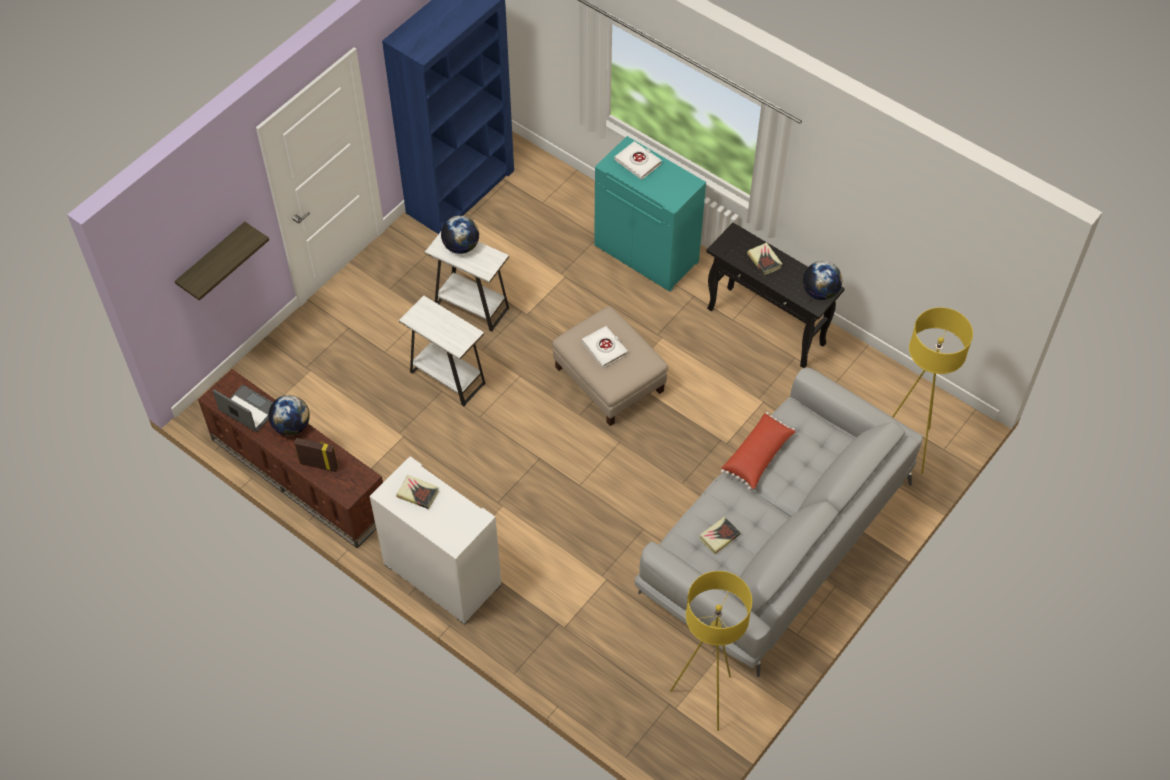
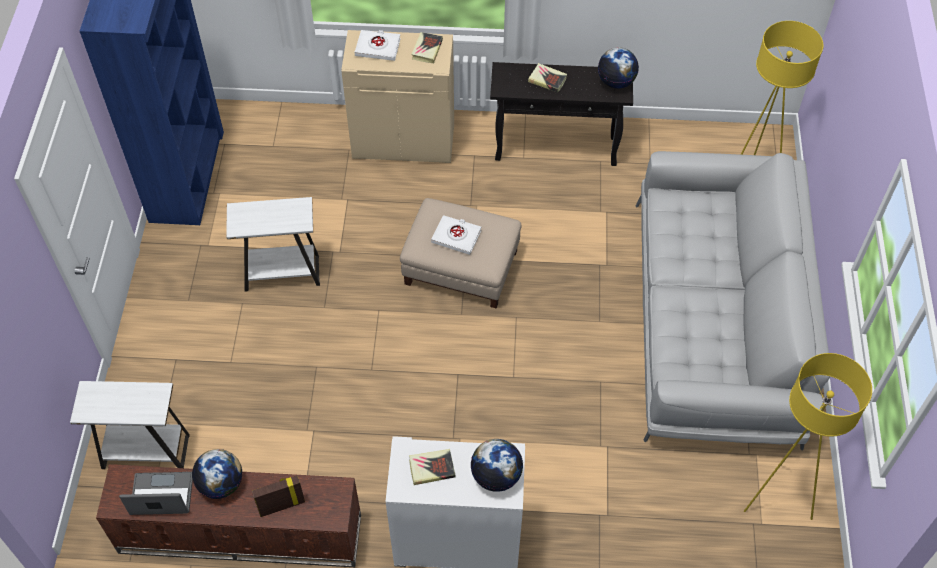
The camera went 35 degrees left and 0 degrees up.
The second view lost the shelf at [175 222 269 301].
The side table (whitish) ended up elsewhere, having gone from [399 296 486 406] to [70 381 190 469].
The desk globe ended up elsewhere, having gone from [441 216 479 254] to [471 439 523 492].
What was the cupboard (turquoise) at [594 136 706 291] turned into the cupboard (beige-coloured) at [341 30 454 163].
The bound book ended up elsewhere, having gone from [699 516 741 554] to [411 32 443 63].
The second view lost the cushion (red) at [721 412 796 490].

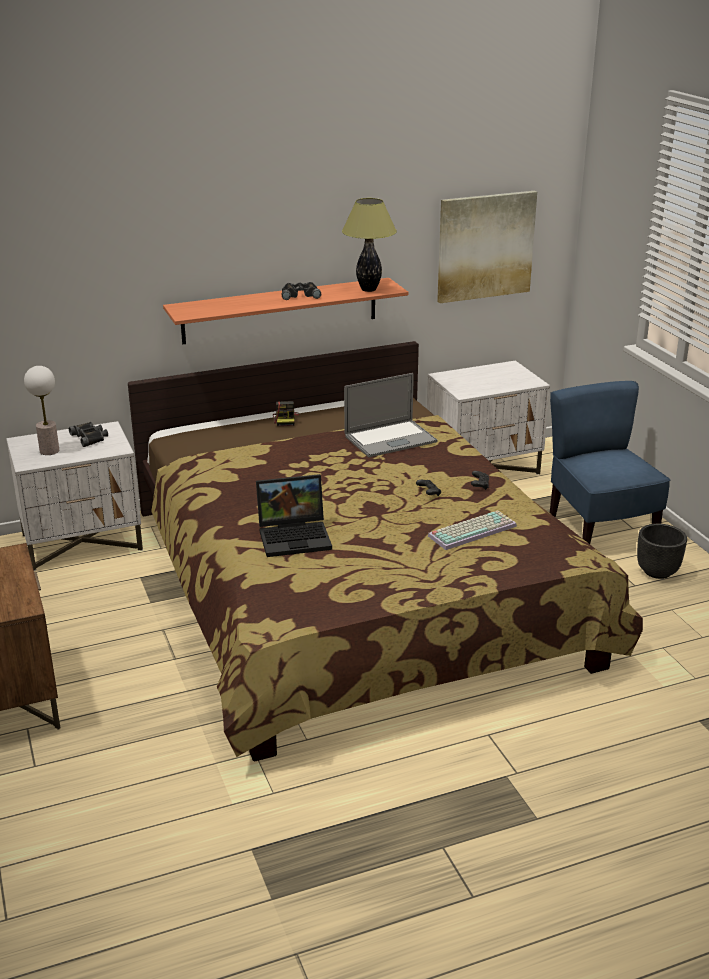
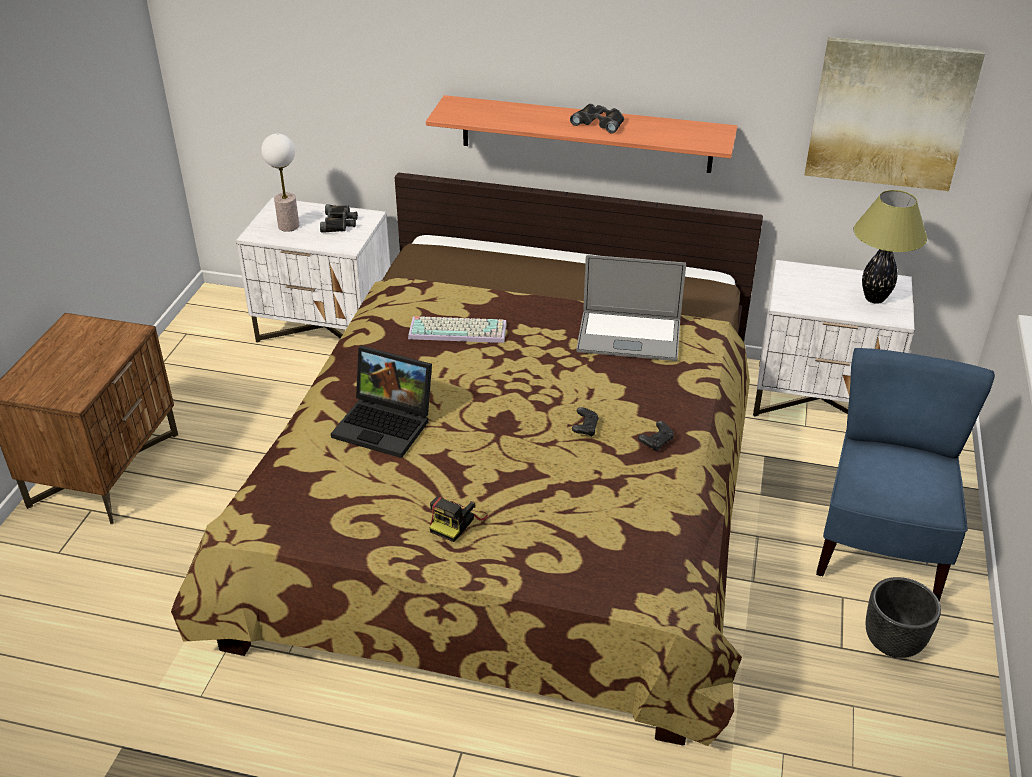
The camera went 35 degrees right and 10 degrees up.
The photo camera ended up elsewhere, having gone from [273 401 299 426] to [429 497 488 542].
The table lamp ended up elsewhere, having gone from [342 198 397 292] to [853 190 927 304].
The keyboard ended up elsewhere, having gone from [428 510 517 550] to [408 316 507 343].

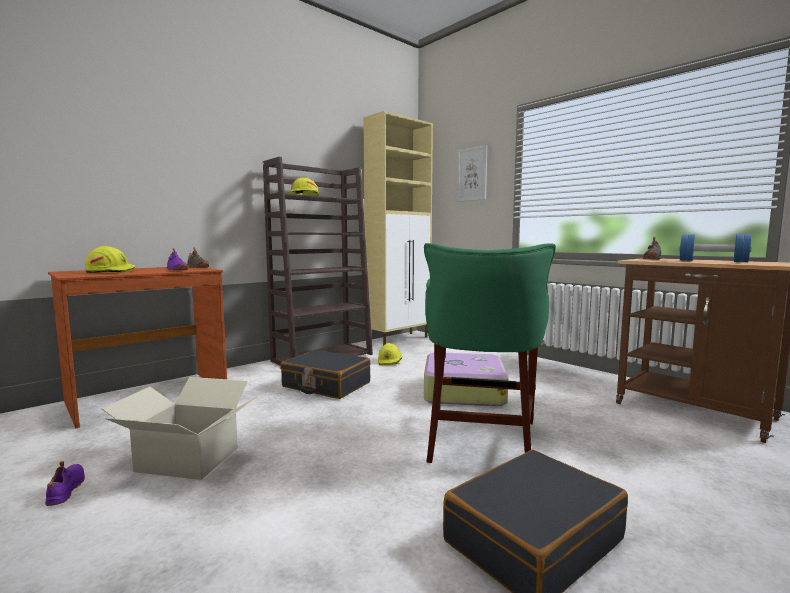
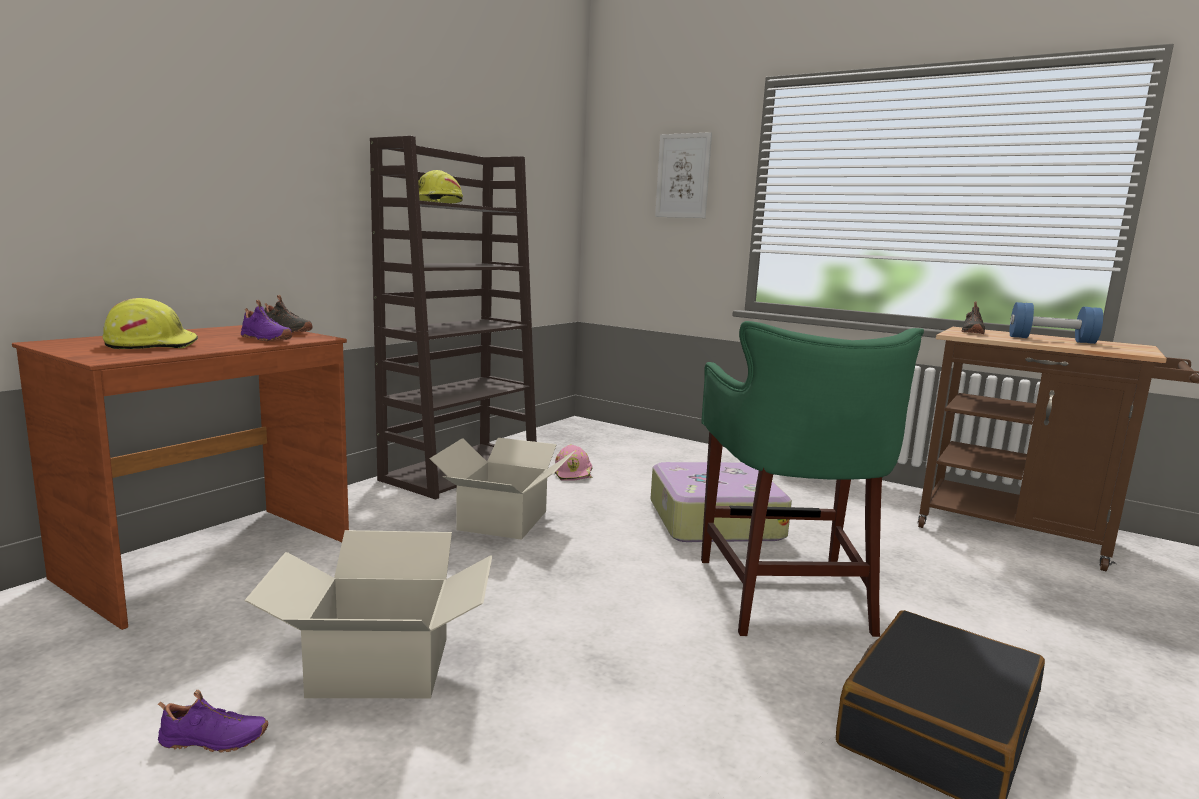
The camera went 15 degrees left and 5 degrees up.
The low shoe (purplish) at [45 461 85 506] ended up facing another way, 120 degrees clockwise from before.
Where the piece of luggage (black) stood at [280 350 371 399], the carton came to stand at [429 438 575 540].
The second view lost the cupboard (beige-coloured) at [363 111 433 346].
What was the safety helmet (yellow) at [378 343 402 365] turned into the safety helmet (pinkish) at [555 445 592 481].

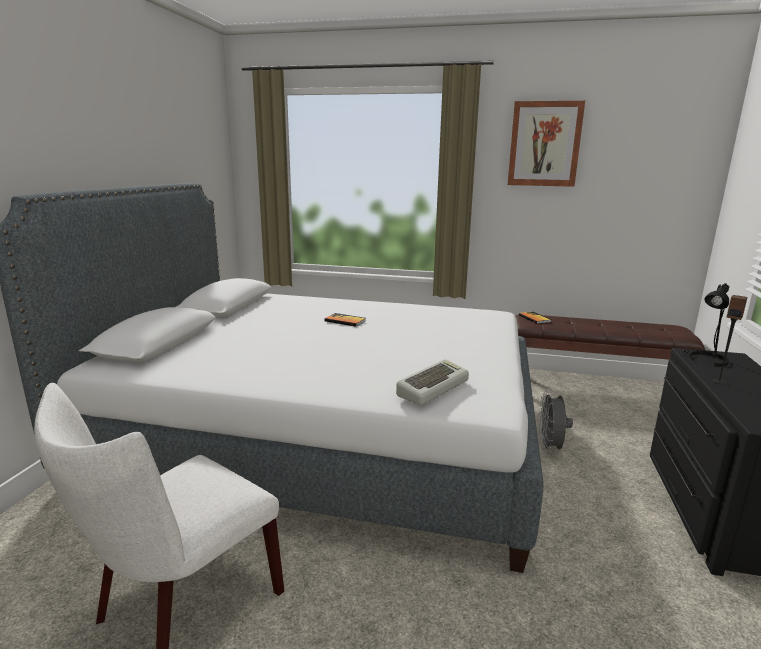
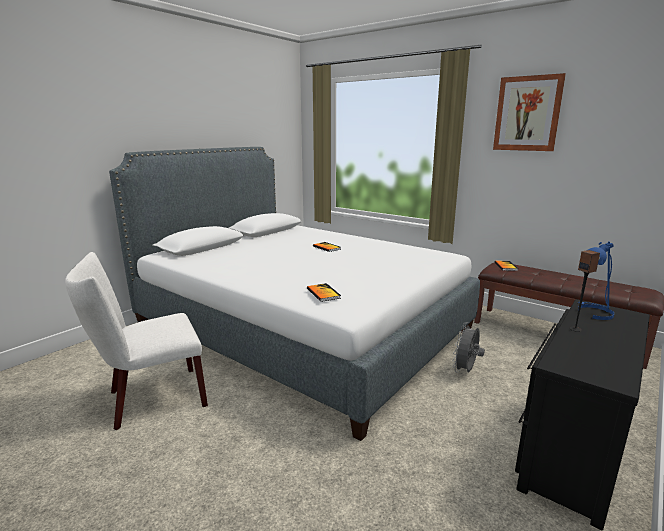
The camera went 25 degrees right and 0 degrees up.
Where the keyboard stood at [396 359 469 405], the bound book came to stand at [307 283 341 302].
What was the table lamp (black) at [683 283 729 367] turned into the table lamp (blue) at [578 242 614 320].

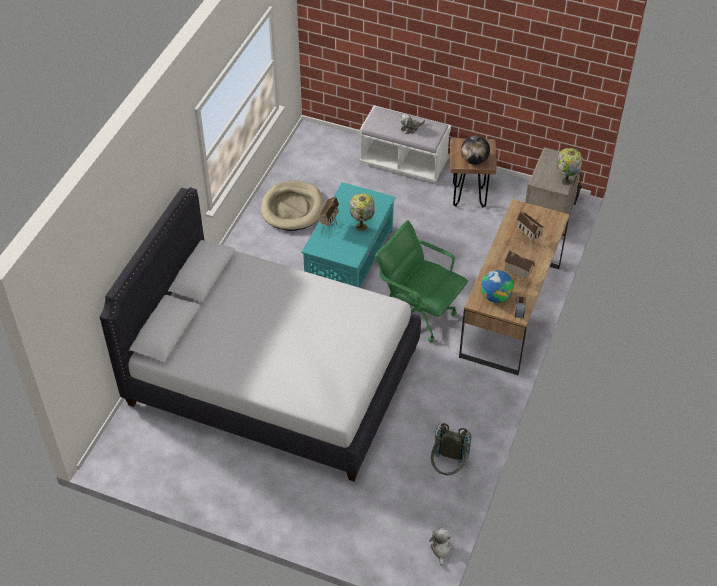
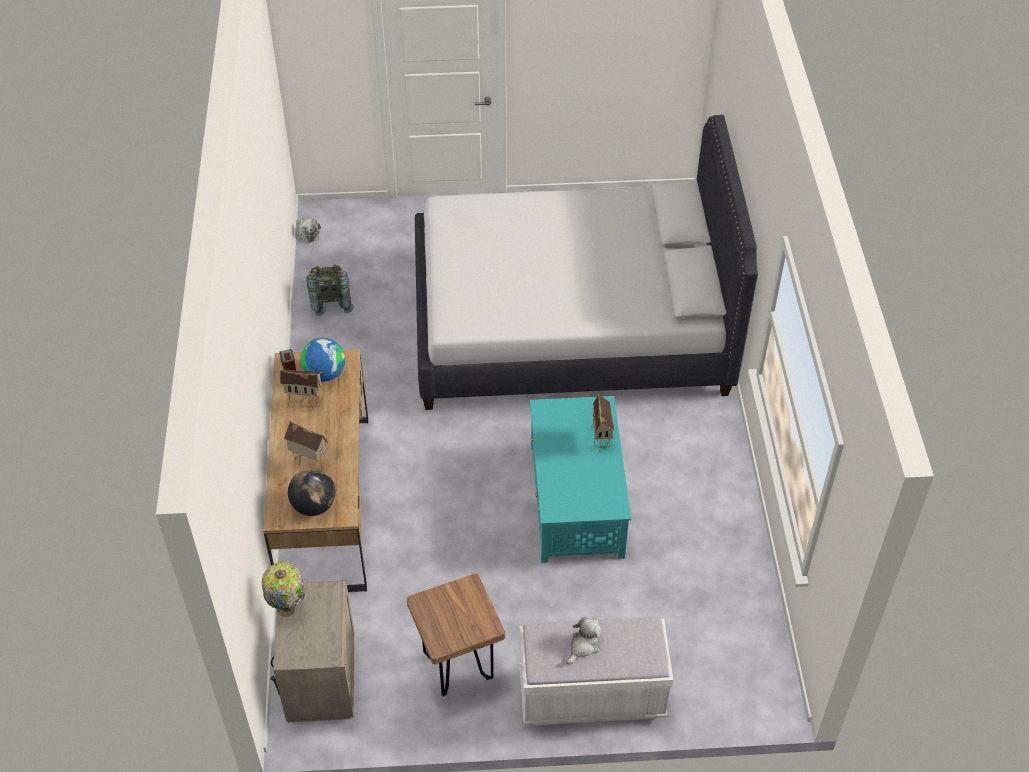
The camera went 155 degrees right and 0 degrees up.
The second view lost the dog cushion (beige-coloured) at [261 181 324 231].
The second view lost the table lamp at [350 193 375 231].
The second view lost the desk chair (green-coloured) at [375 220 468 343].
The desk globe ended up elsewhere, having gone from [461 135 490 165] to [288 468 336 516].

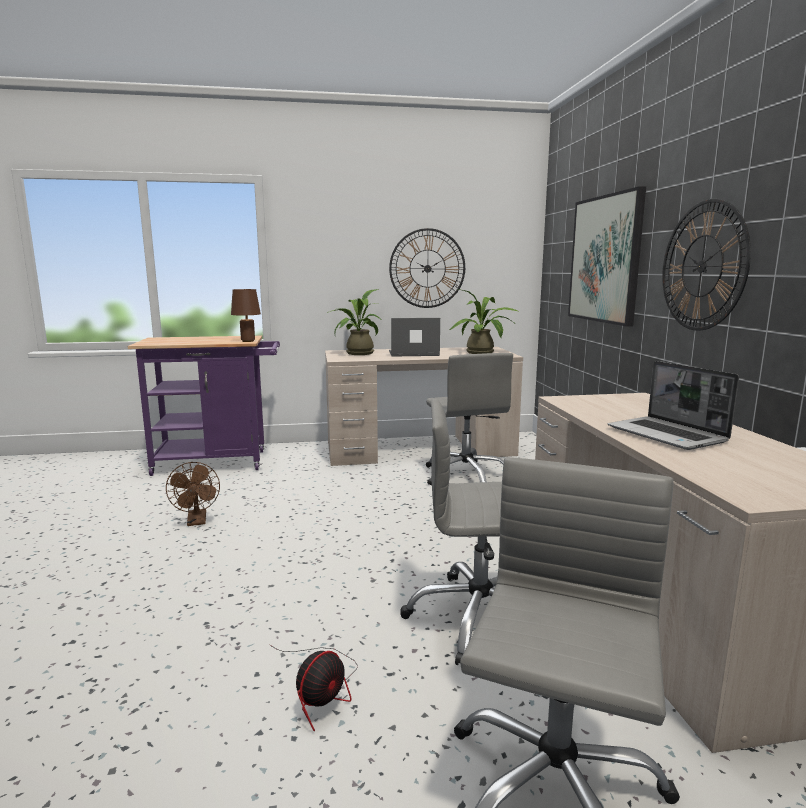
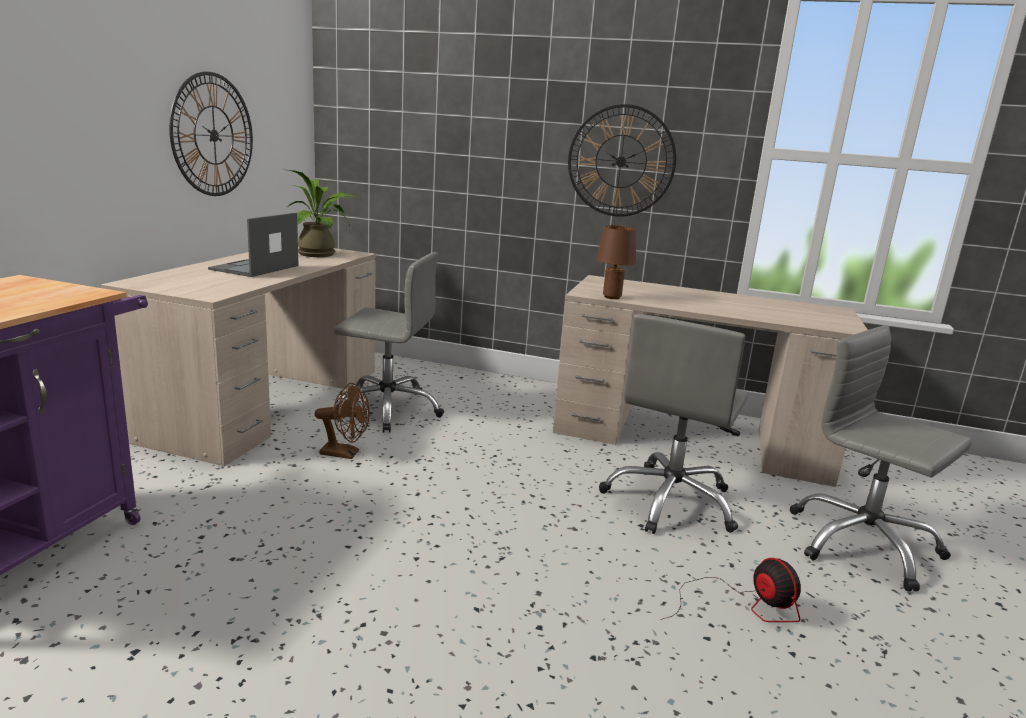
The camera went 65 degrees left and 5 degrees up.
The electric fan (brown) ended up elsewhere, having gone from [166 462 220 526] to [315 383 370 459].
The table lamp (brown) ended up elsewhere, having gone from [231 289 261 342] to [596 226 636 299].
The second view lost the houseplant at [327 289 382 355].
The second view lost the wall art at [568 186 646 326].
The second view lost the notebook computer at [608 361 739 450].

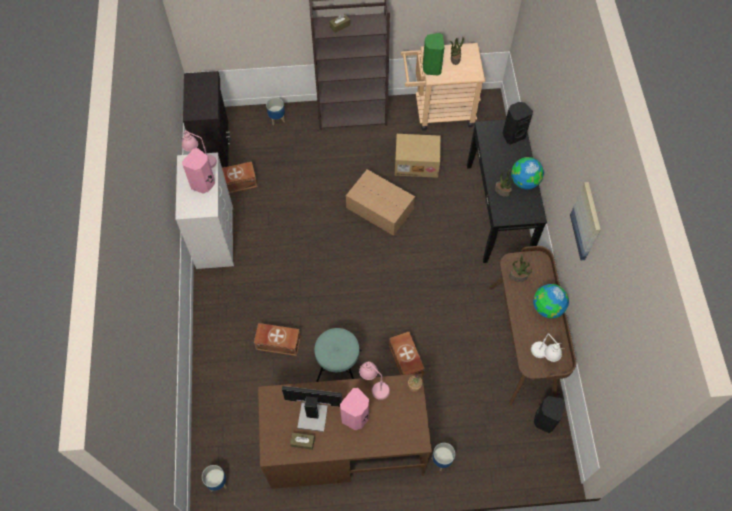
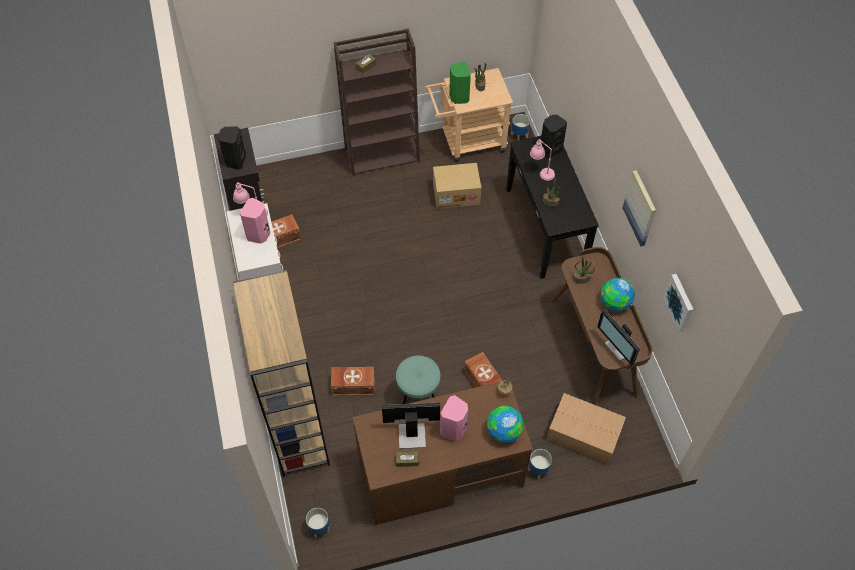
The camera went 10 degrees left and 5 degrees down.
The flower pot ended up elsewhere, having gone from [266 98 285 125] to [511 114 530 140].
The carton ended up elsewhere, having gone from [346 169 415 236] to [547 393 626 465].
The table lamp (pinkish) ended up elsewhere, having gone from [359 361 390 400] to [530 139 555 181].
The desk globe ended up elsewhere, having gone from [511 157 544 189] to [487 406 524 443].
Where the table lamp (whitish) stood at [531 333 564 362], the computer display came to stand at [597 309 640 366].
The speaker (black) ended up elsewhere, having gone from [534 396 565 433] to [218 127 246 170].
The second view gained the shelving unit (brown) at [233 270 330 477].
The second view gained the wall art at [663 274 693 333].

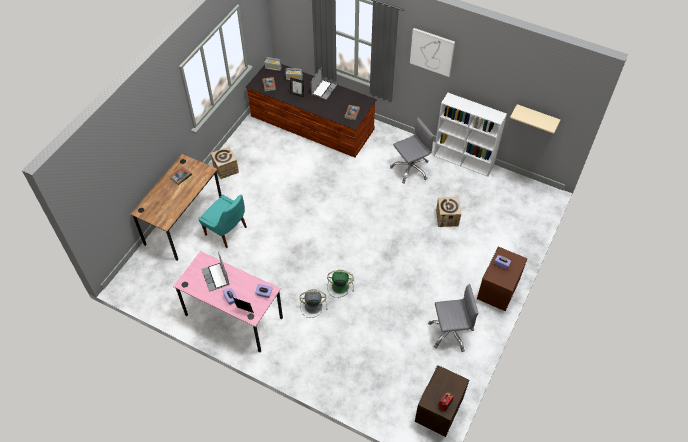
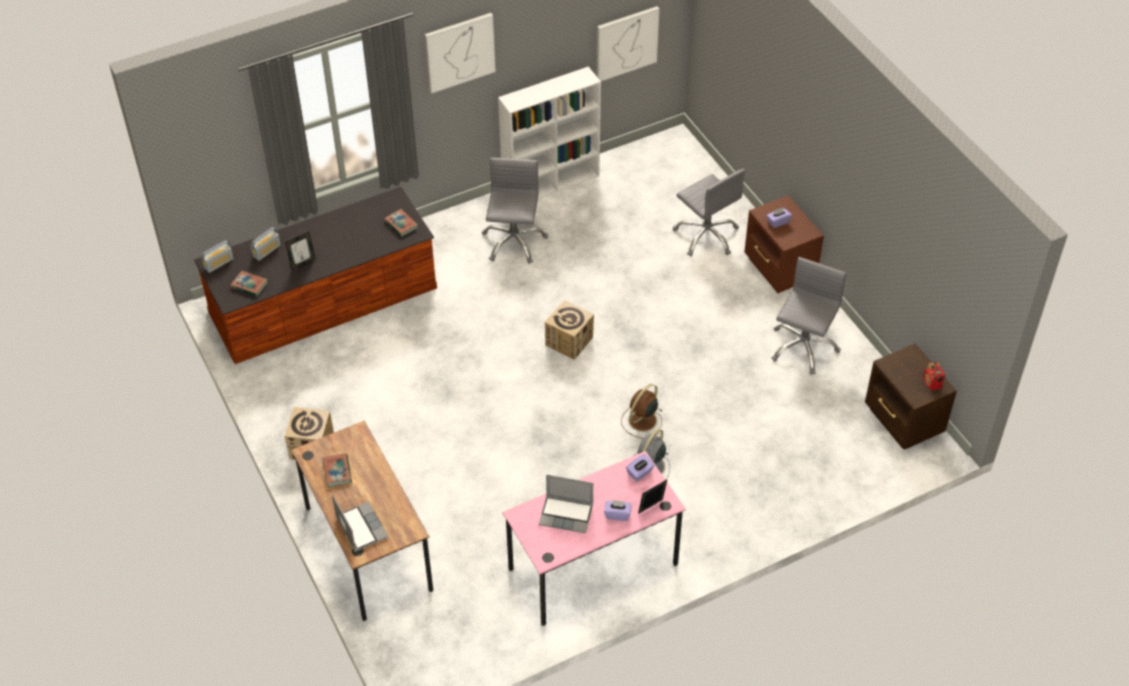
The camera went 55 degrees left and 5 degrees down.
The second view lost the upright chair (turquoise) at [199 195 247 248].
The notebook computer ended up elsewhere, having gone from [311 67 337 100] to [332 495 388 552].
What was the electric fan (green-coloured) at [327 270 354 298] turned into the electric fan (brown) at [621 384 663 438].
The carton ended up elsewhere, having gone from [436 197 461 227] to [545 300 594 360].
Where the shelf (beige-coloured) hung at [510 104 560 134], the wall art came to hang at [597 6 660 81].
The second view gained the desk chair (gray) at [673 169 746 256].

